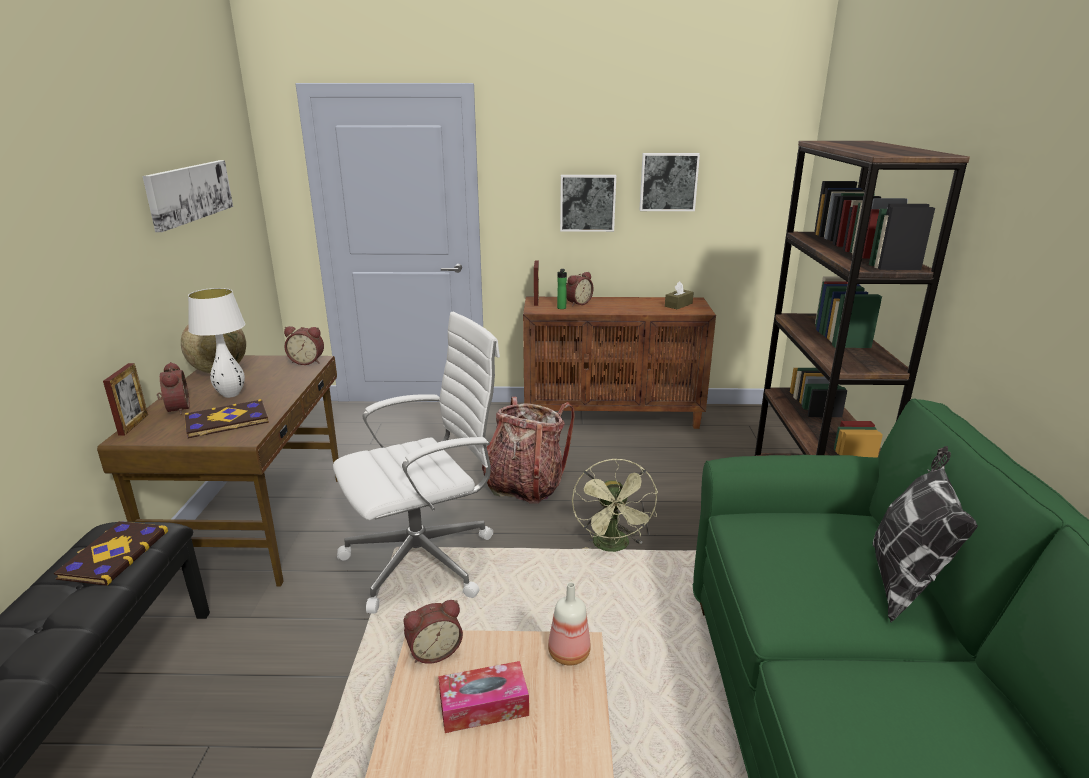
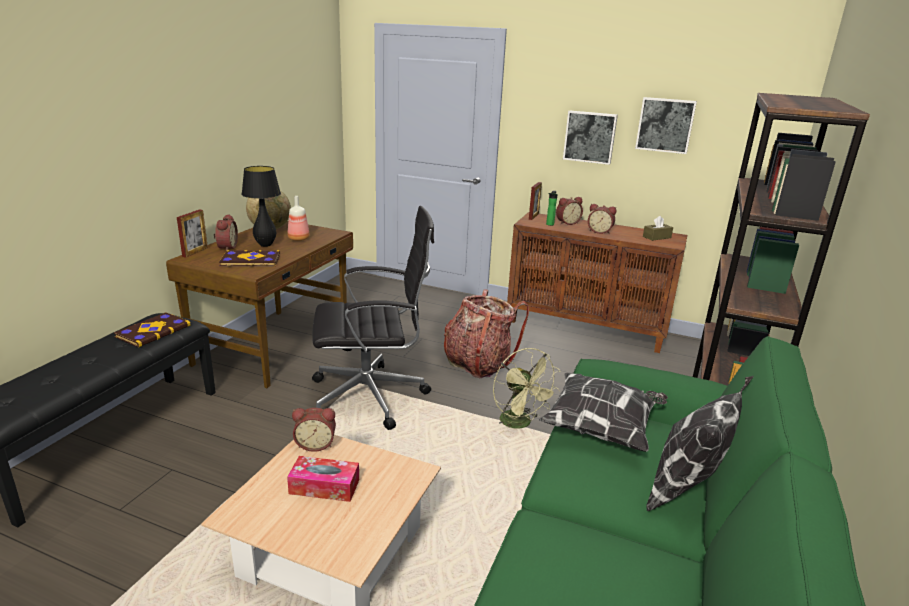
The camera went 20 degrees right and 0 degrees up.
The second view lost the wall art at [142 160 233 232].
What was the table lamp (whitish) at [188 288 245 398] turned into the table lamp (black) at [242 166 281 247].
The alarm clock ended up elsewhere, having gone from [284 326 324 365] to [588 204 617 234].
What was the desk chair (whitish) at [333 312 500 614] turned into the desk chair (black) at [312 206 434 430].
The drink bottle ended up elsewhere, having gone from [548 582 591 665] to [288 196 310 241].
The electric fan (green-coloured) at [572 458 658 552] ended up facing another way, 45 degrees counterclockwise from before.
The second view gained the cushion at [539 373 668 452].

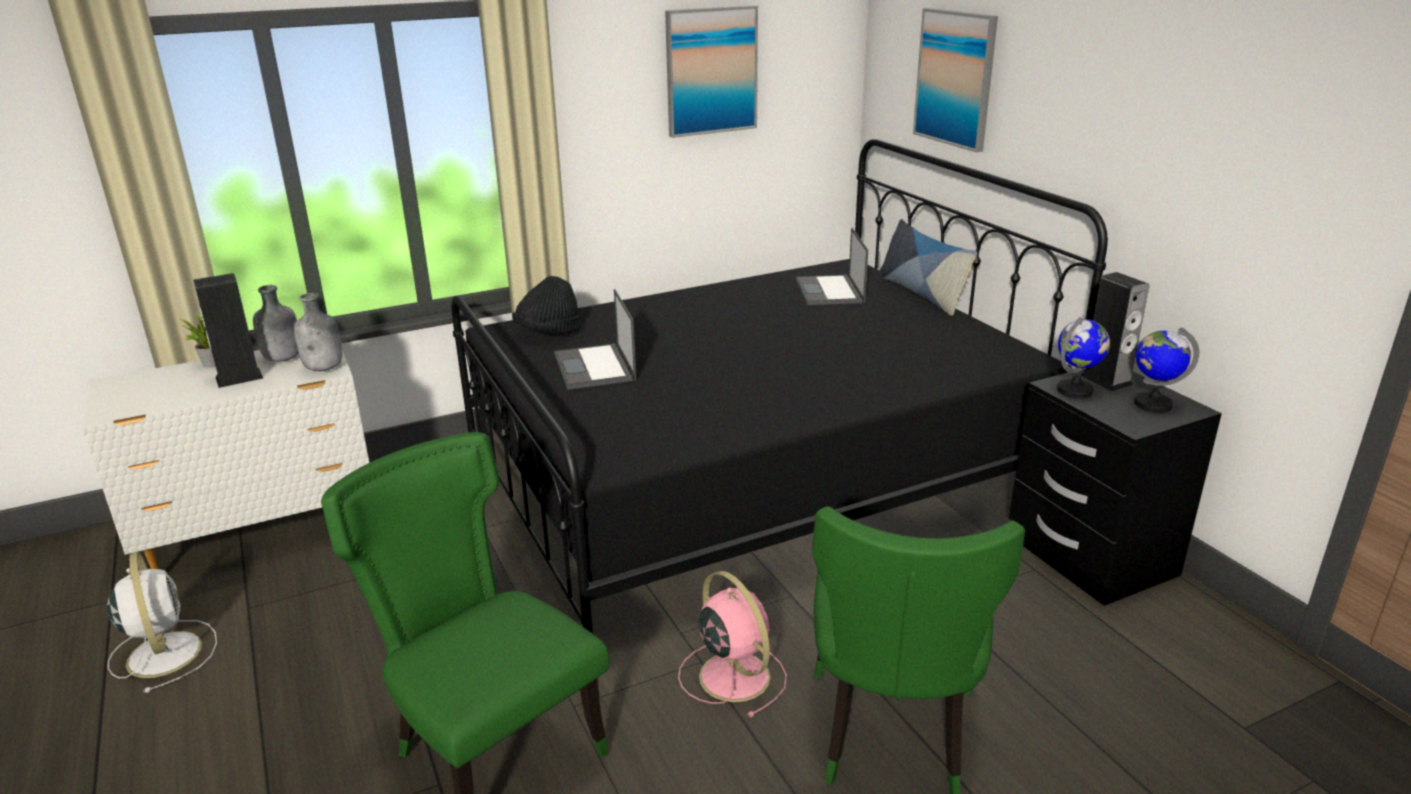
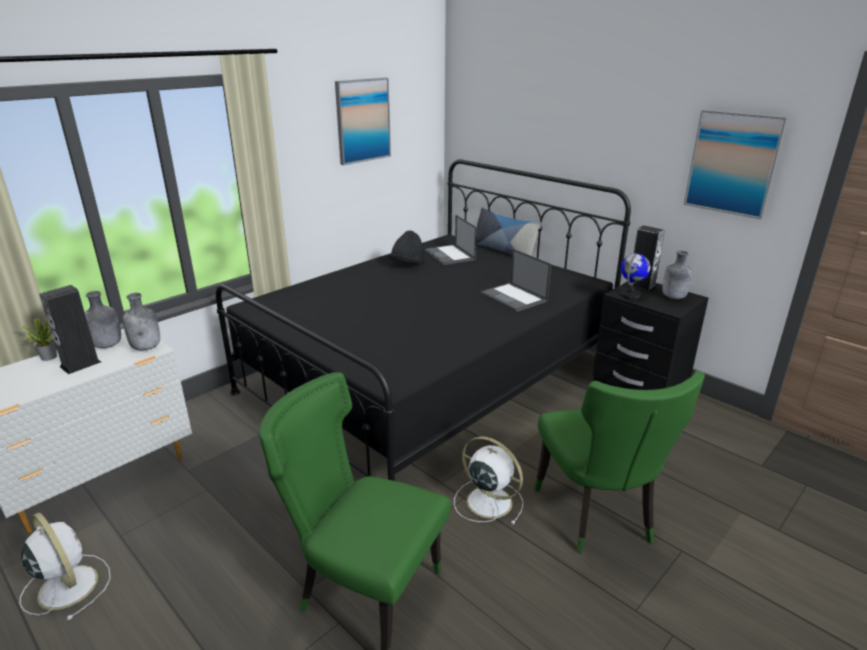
The camera went 20 degrees left and 0 degrees up.
The wearable hat (black) ended up elsewhere, having gone from [512 276 582 334] to [388 231 425 264].
The notebook computer ended up elsewhere, having gone from [554 289 636 390] to [480 249 551 312].
What was the electric fan (pinkish) at [678 571 787 717] turned into the electric fan (whitish) at [454 436 524 525].
The wall art ended up elsewhere, having gone from [913 8 998 152] to [684 110 788 219].
Where the desk globe stood at [1134 328 1199 413], the drink bottle (gray) came to stand at [662 251 692 299].

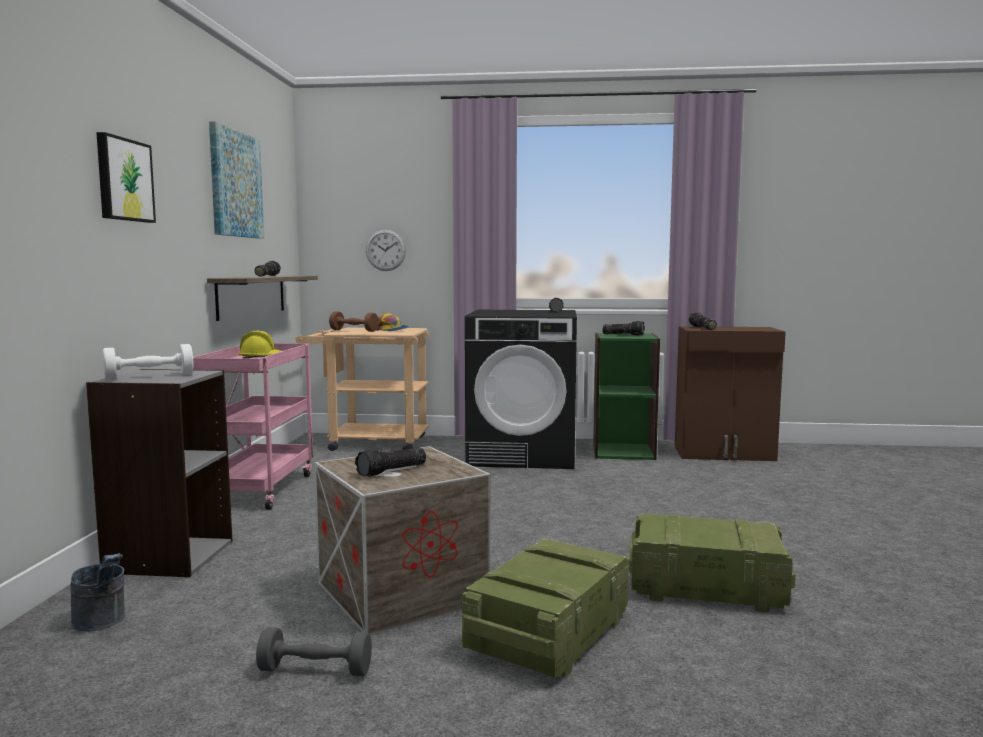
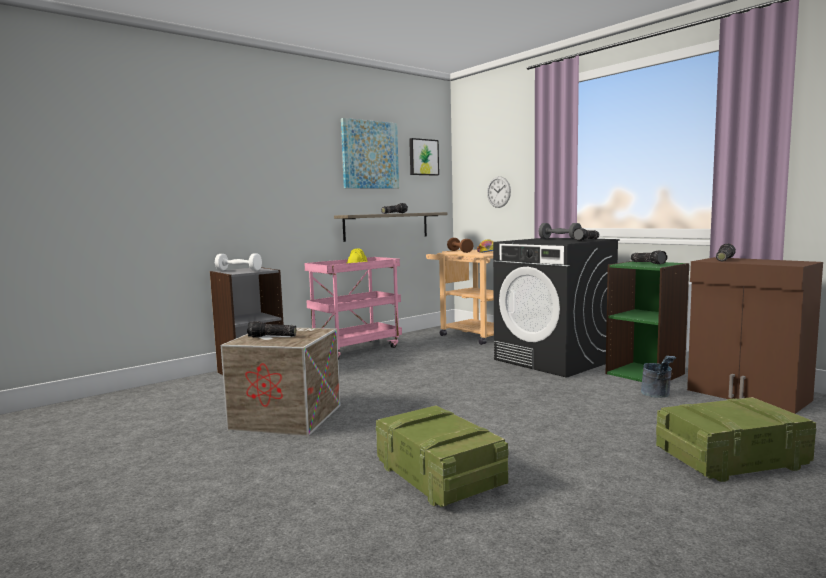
The camera went 45 degrees right and 0 degrees up.
The pail (gray) ended up elsewhere, having gone from [70 553 125 632] to [641 356 676 398].
The wall art ended up elsewhere, having gone from [96 132 156 223] to [409 138 439 176].
The free weight (gray) ended up elsewhere, having gone from [256 627 372 676] to [539 223 582 240].
The crate ended up elsewhere, having gone from [462 538 629 678] to [656 397 816 482].

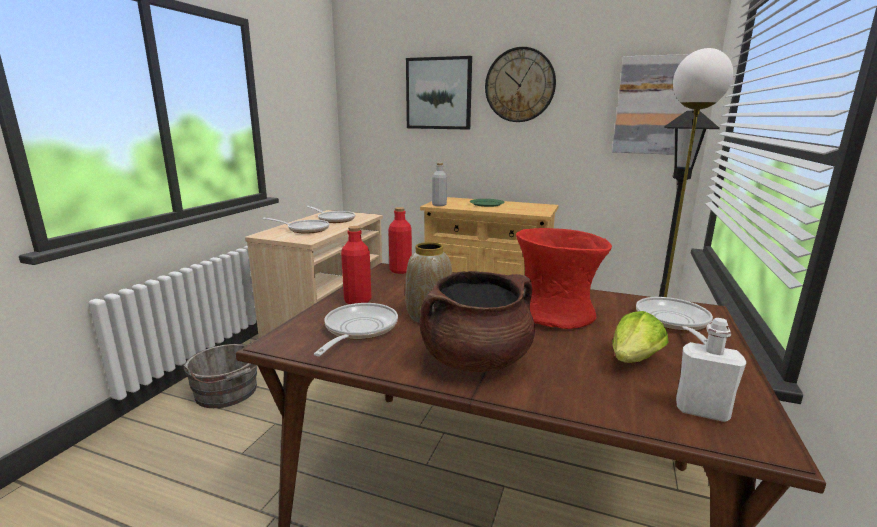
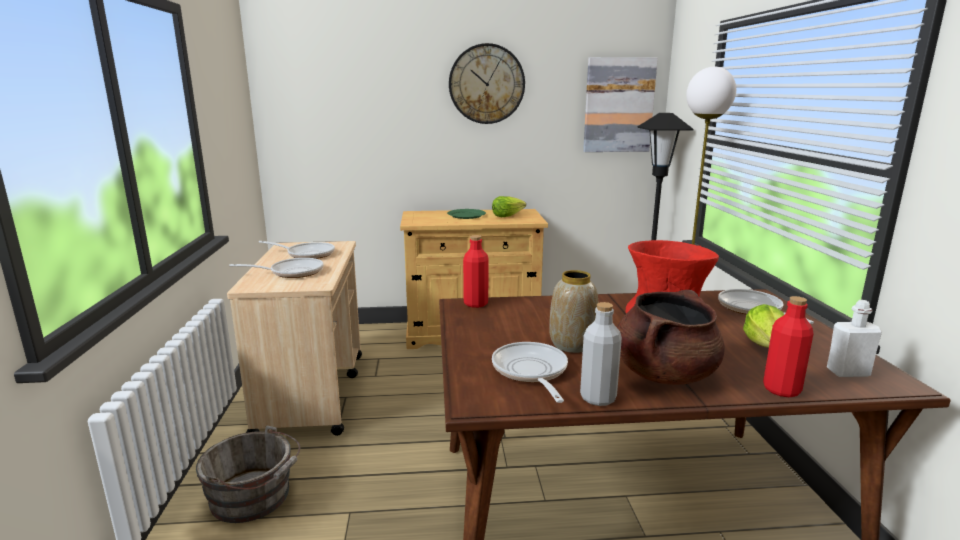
The camera went 25 degrees left and 0 degrees up.
The drink bottle (red) ended up elsewhere, having gone from [341 226 371 304] to [763 296 814 397].
The second view lost the wall art at [406 56 472 130].
The drink bottle (gray) ended up elsewhere, having gone from [432 163 447 206] to [580 302 622 406].
The second view gained the head of lettuce at [492 196 526 217].

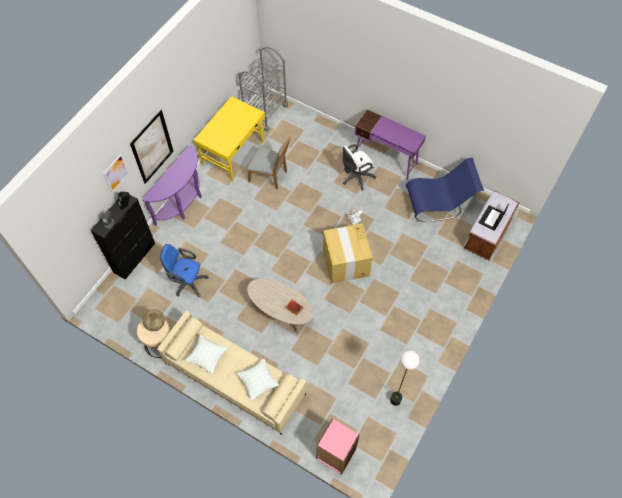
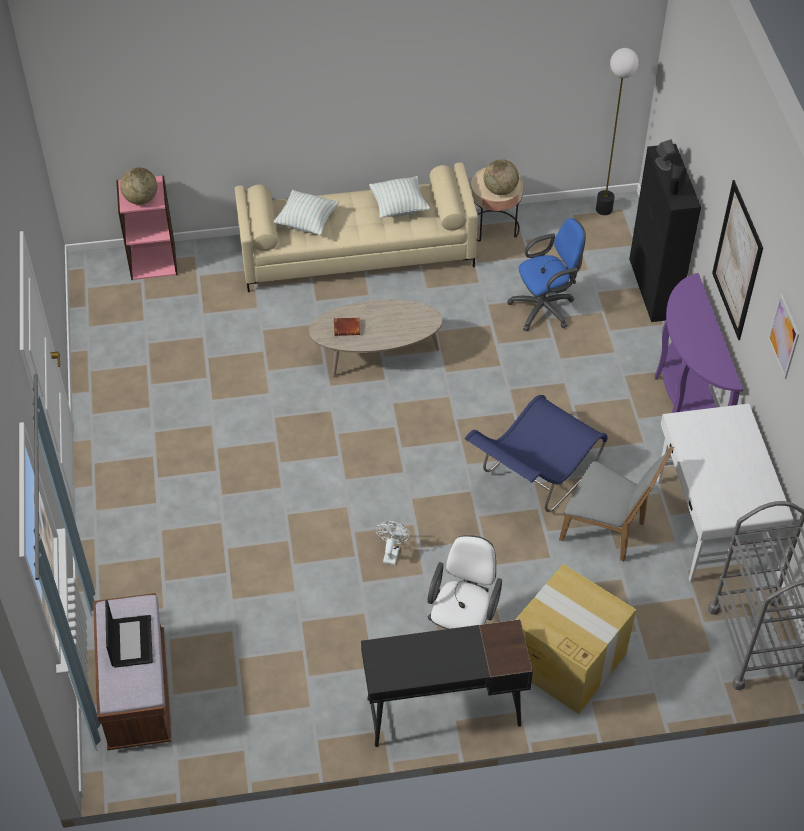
The camera went 140 degrees right and 10 degrees down.
The wall art ended up elsewhere, having gone from [103 154 129 192] to [768 293 799 379].
What was the desk table (yellow) at [194 96 265 181] turned into the desk table (whitish) at [657 404 793 583].
The upright chair (gray) at [247 136 291 189] ended up facing another way, 135 degrees counterclockwise from before.
The carton ended up elsewhere, having gone from [323 223 372 284] to [515 564 636 714].
What was the desk table (purplish) at [354 109 426 180] turned into the desk table (black) at [361 619 533 747].
The floor lamp ended up elsewhere, having gone from [390 350 420 406] to [596 48 639 215].
The upright chair (blue) ended up elsewhere, having gone from [406 158 484 222] to [464 395 608 512].
The second view gained the desk globe at [120 167 157 205].

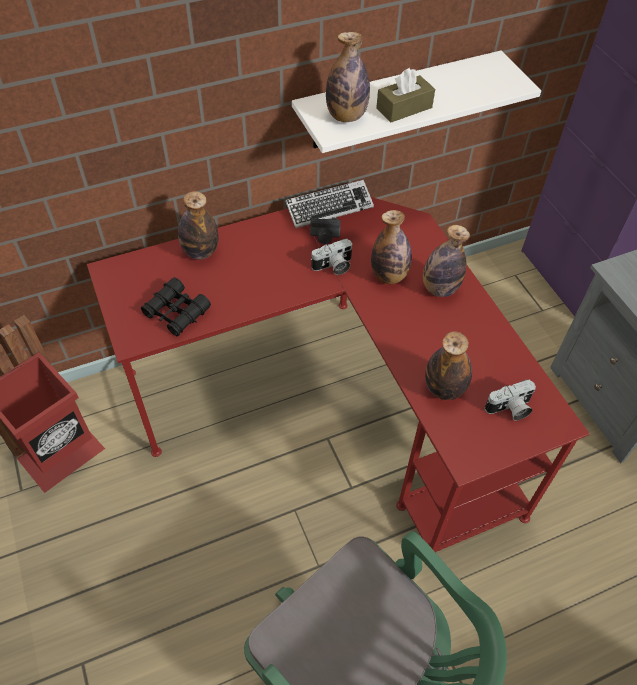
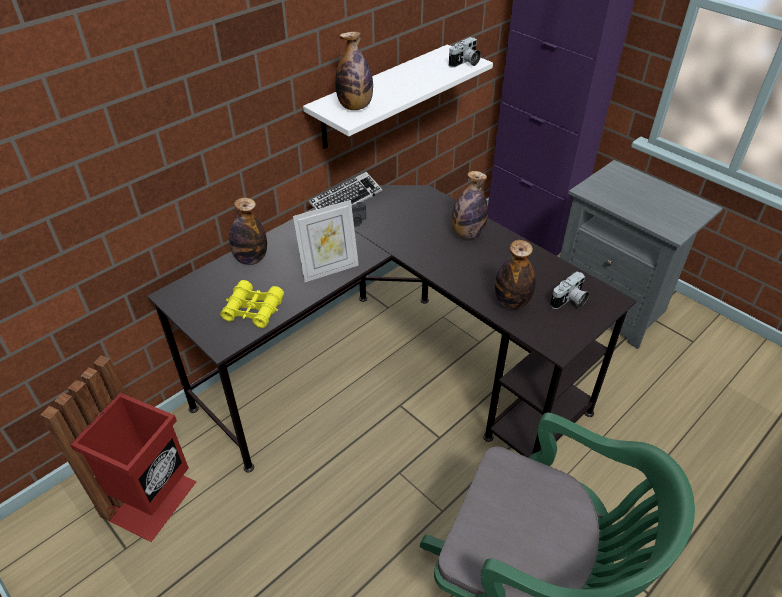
The camera went 20 degrees left and 10 degrees down.
What was the desk table (red) at [87 197 590 552] turned into the desk table (black) at [147 185 637 472].
What was the binoculars (black) at [141 277 211 336] turned into the binoculars (yellow) at [220 280 284 328].
The photo camera ended up elsewhere, having gone from [310 239 353 275] to [449 37 481 68].
The second view lost the drink bottle at [371 210 412 284].
The second view lost the tissue box (brown) at [376 68 435 122].
The second view gained the standing frame at [293 200 359 282].

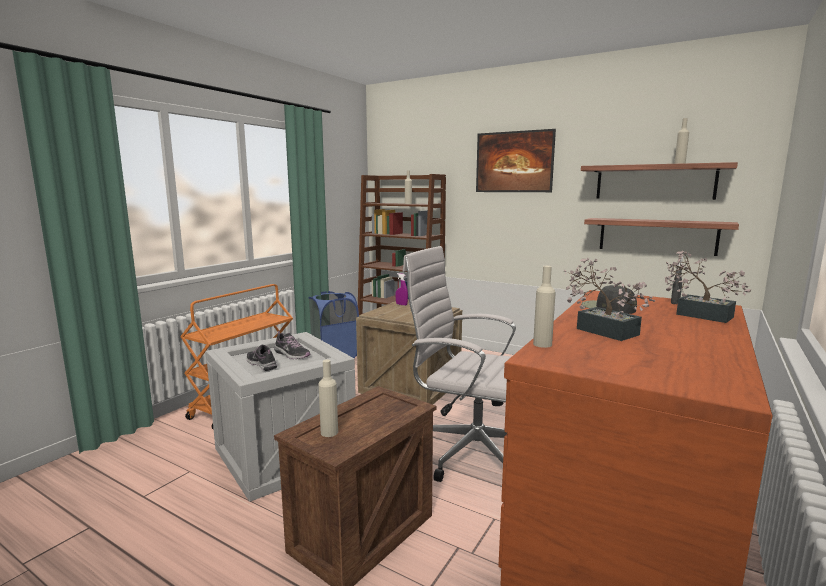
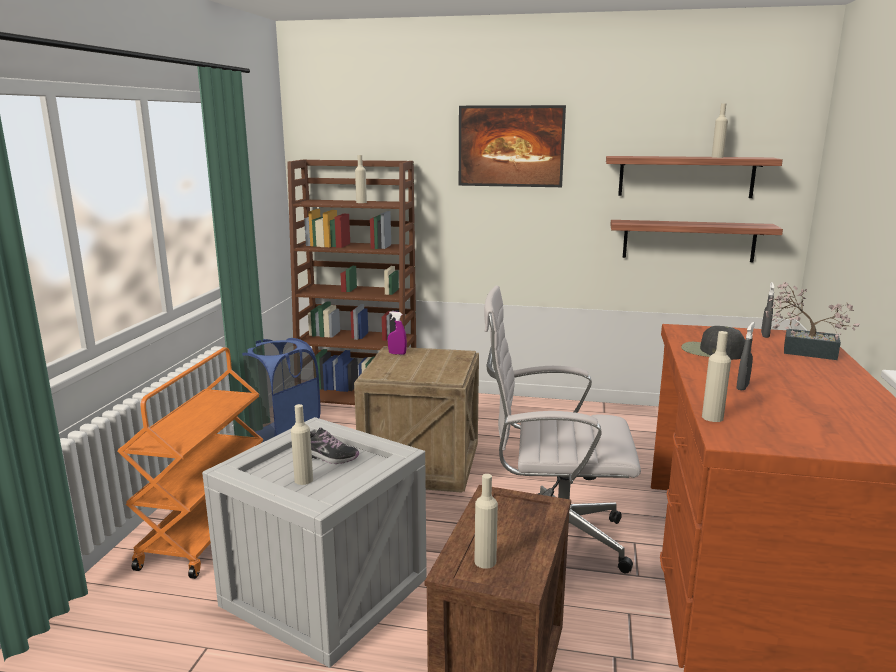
The camera went 20 degrees left and 5 degrees up.
Where the low shoe stood at [246 345 277 371], the drink bottle (beige-coloured) came to stand at [291 404 313 485].
Where the houseplant stood at [564 258 655 341], the sprayer (gray) came to stand at [737 322 755 390].

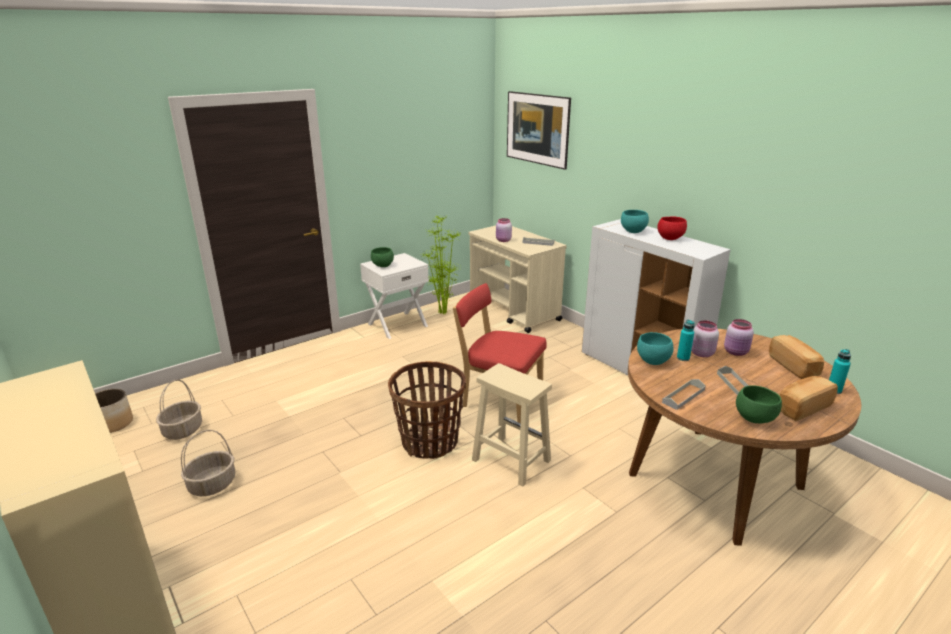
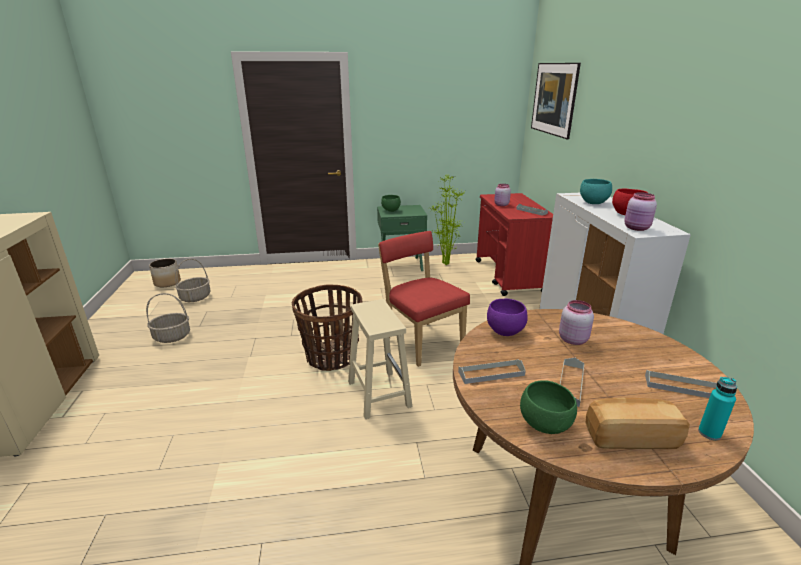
The camera went 30 degrees right and 0 degrees up.
What was the nightstand (whitish) at [360 253 429 339] turned into the nightstand (green-coloured) at [377 205 427 271].
What was the wheeled cart (beige-coloured) at [469 226 567 333] turned into the wheeled cart (red) at [476 193 553 296].
What was the bowl (turquoise) at [637 332 673 365] turned into the bowl (purplish) at [487 299 528 336].
The second view lost the drink bottle (turquoise) at [677 320 695 361].
The preserve jar (pinkish) ended up elsewhere, having gone from [724 319 754 356] to [624 192 657 231].
Where the bread stood at [769 335 824 379], the serving tray (gray) came to stand at [645 370 717 398].

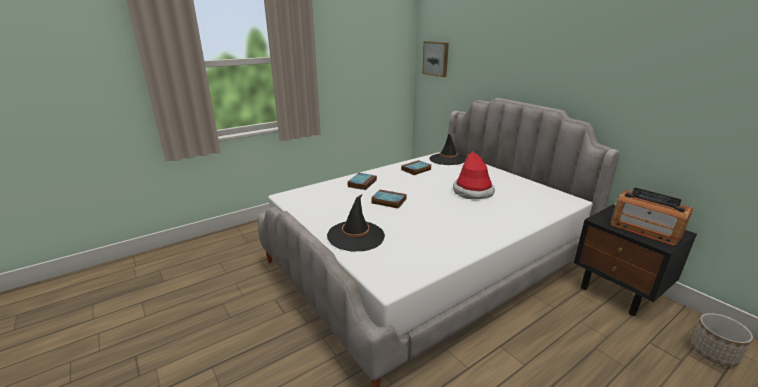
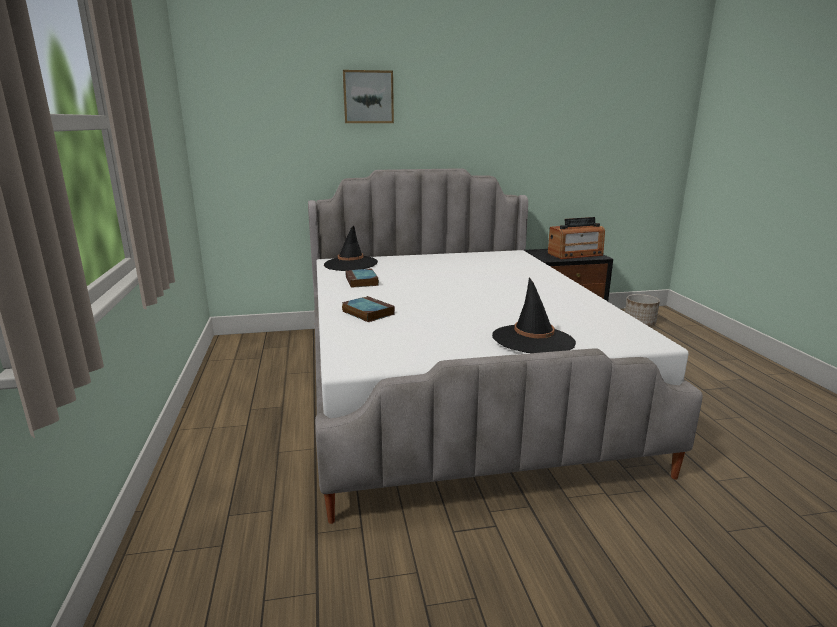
The camera went 65 degrees left and 5 degrees down.
The second view lost the bound book at [371 190 407 209].
The wall art ended up elsewhere, having gone from [422 41 449 77] to [343 70 394 123].
The second view lost the wearable hat at [453 151 495 199].

